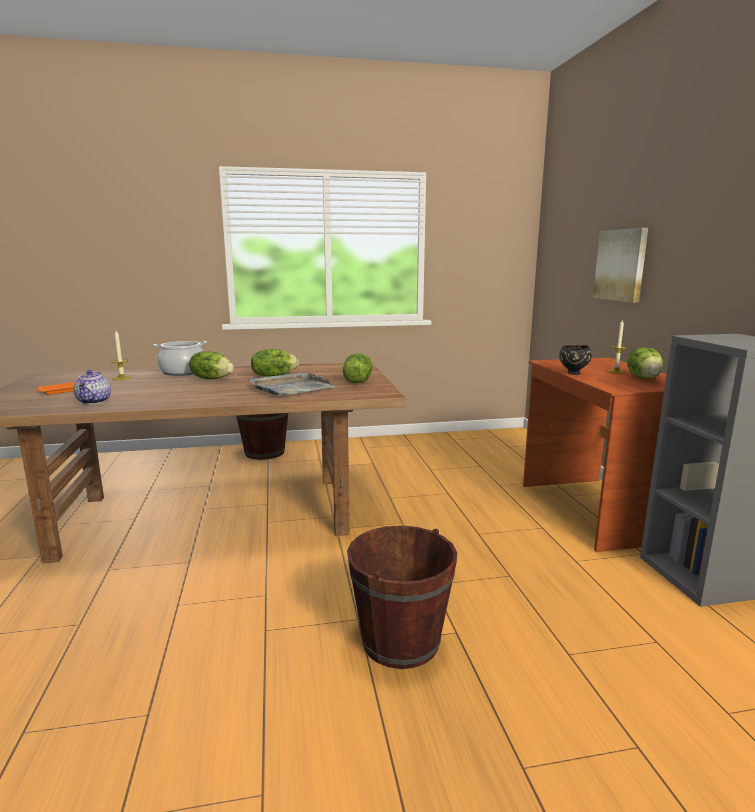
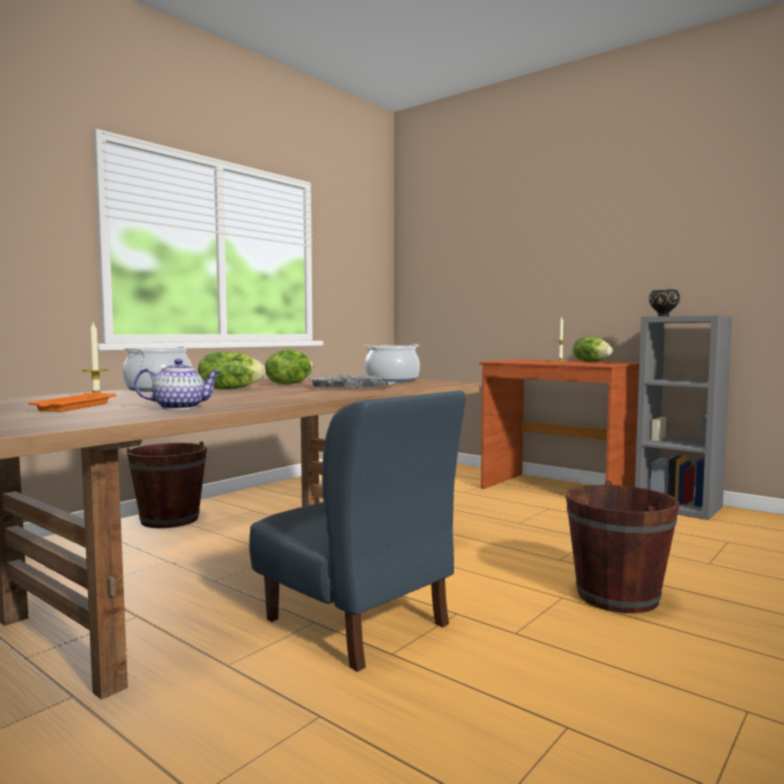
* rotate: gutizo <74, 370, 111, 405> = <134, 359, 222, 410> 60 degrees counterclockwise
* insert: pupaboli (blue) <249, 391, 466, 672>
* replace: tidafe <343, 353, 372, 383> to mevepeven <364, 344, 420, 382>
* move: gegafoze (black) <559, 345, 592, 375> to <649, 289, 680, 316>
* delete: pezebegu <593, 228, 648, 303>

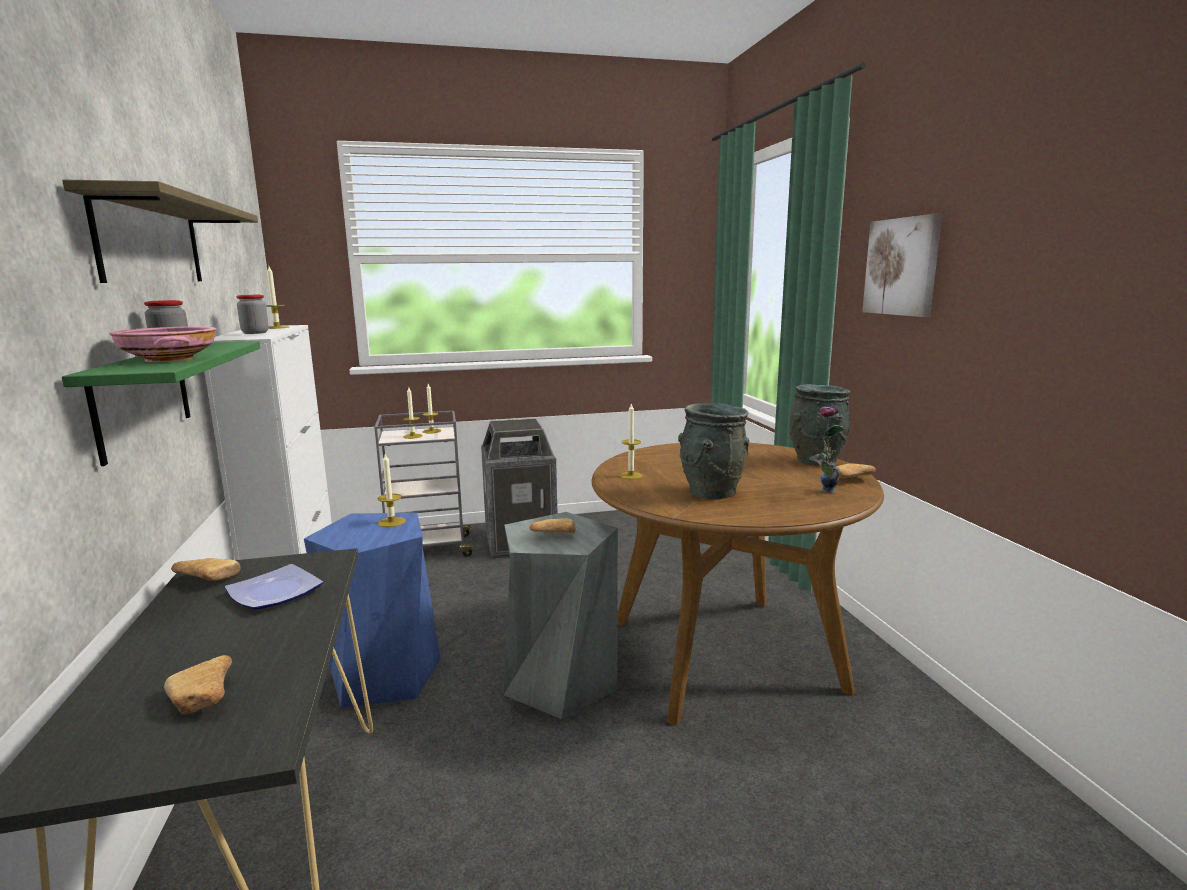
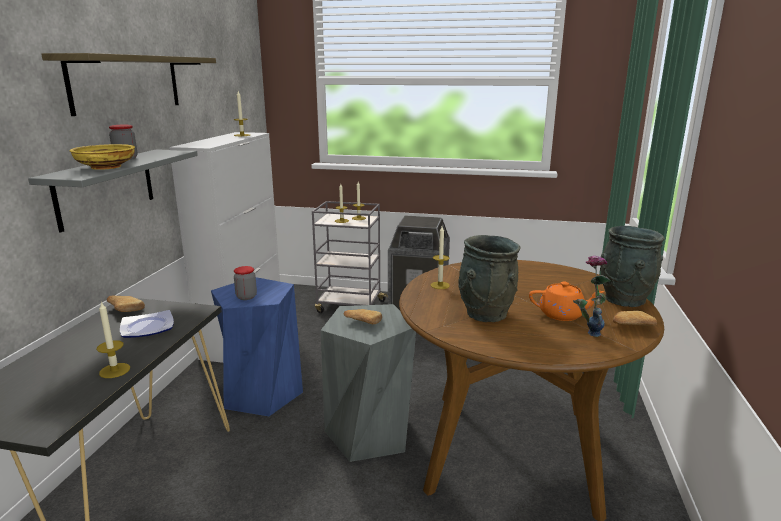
* recolor: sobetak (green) <62, 341, 261, 466> to sobetak (grey) <28, 149, 198, 233>
* recolor: gegafoze (pink) <109, 326, 216, 362> to gegafoze (yellow) <70, 144, 135, 170>
* move: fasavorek <377, 454, 406, 527> to <96, 301, 130, 378>
* move: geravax <237, 295, 269, 334> to <234, 266, 257, 300>
* insert: gutizo (orange) <529, 282, 604, 321>
* delete: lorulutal <164, 655, 232, 715>
* delete: pezebegu <862, 214, 942, 317>

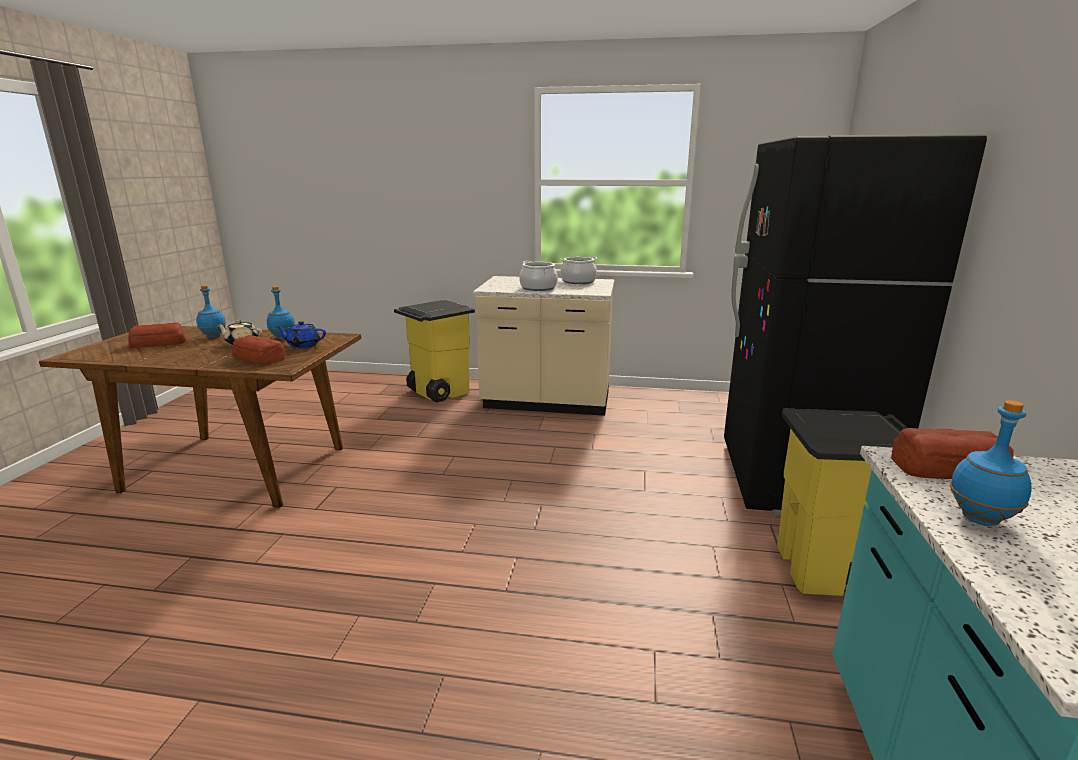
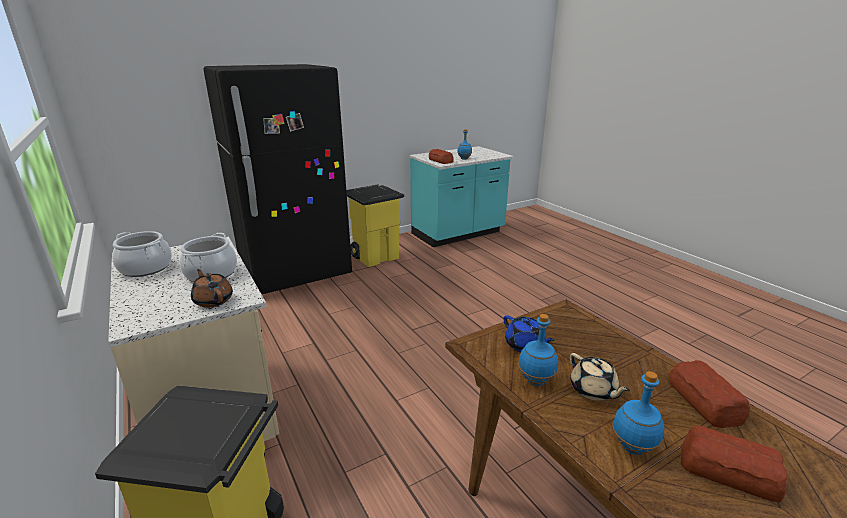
* insert: gutizo (brown) <191, 269, 233, 308>
* move: lorulutal <232, 335, 286, 365> to <669, 360, 750, 428>

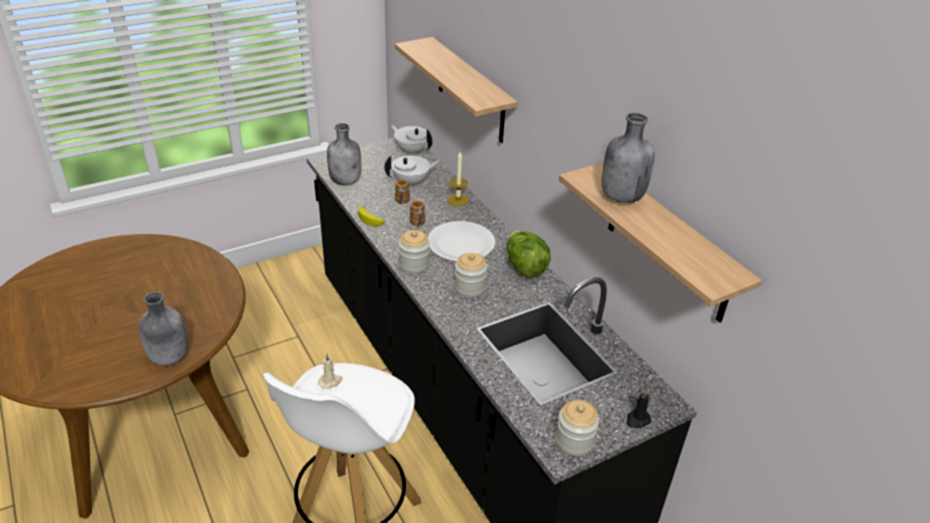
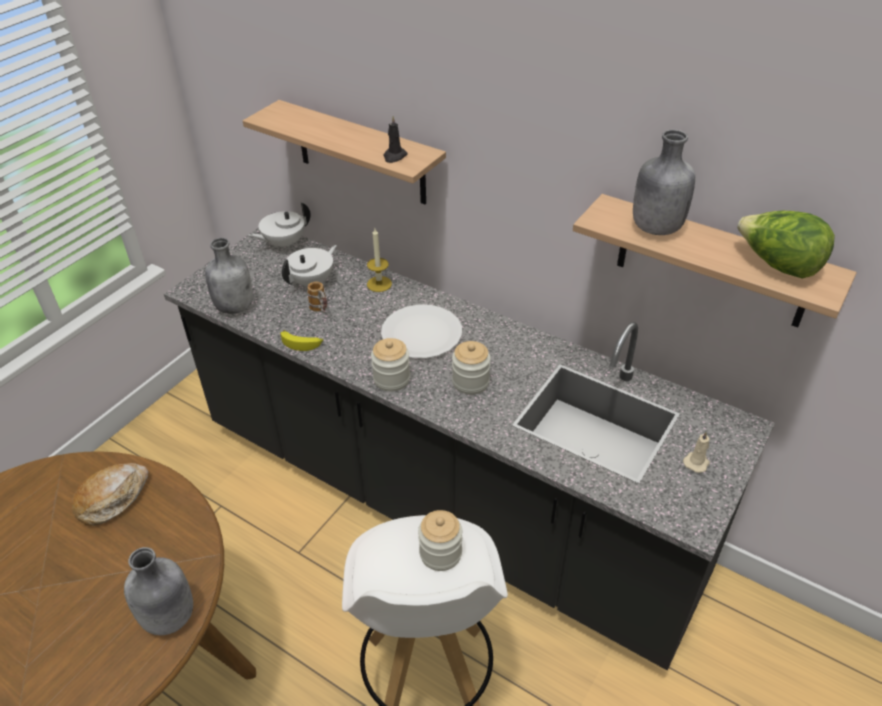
* insert: lorulutal <72, 463, 149, 526>
* rotate: gutizo (white) <391, 125, 432, 155> = <248, 202, 311, 249> 45 degrees counterclockwise
* move: fasavorek (black) <626, 390, 651, 428> to <383, 116, 407, 163>
* move: geravax <555, 400, 599, 456> to <418, 510, 462, 571>
* move: fasavorek (beige) <318, 354, 343, 389> to <683, 431, 710, 473>
* move: tidafe <507, 230, 551, 277> to <737, 211, 835, 278>
* delete: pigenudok <409, 201, 425, 227>

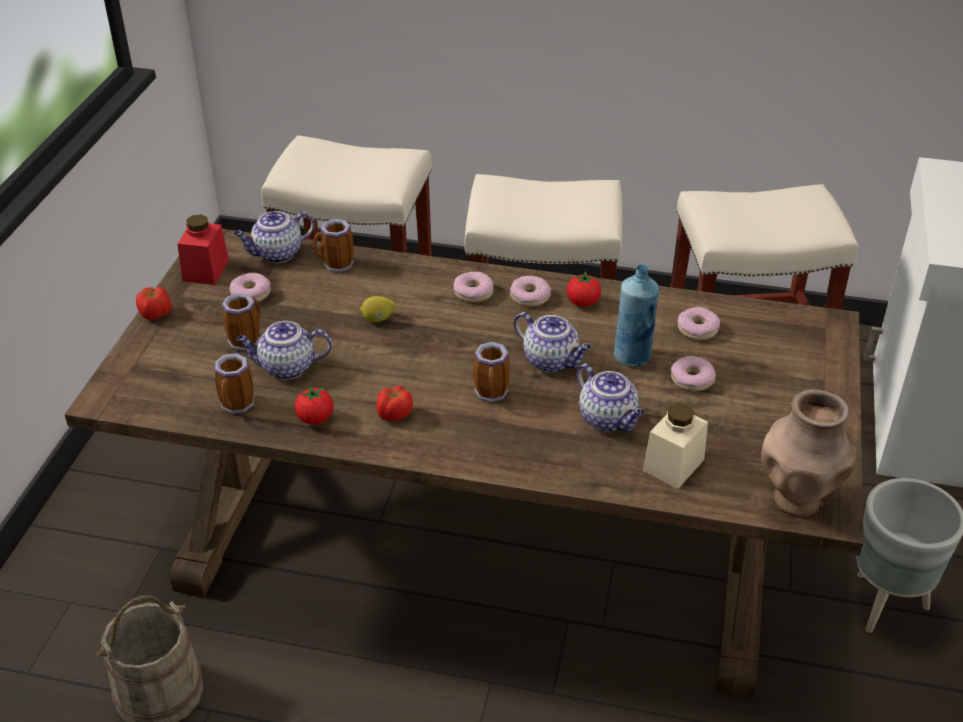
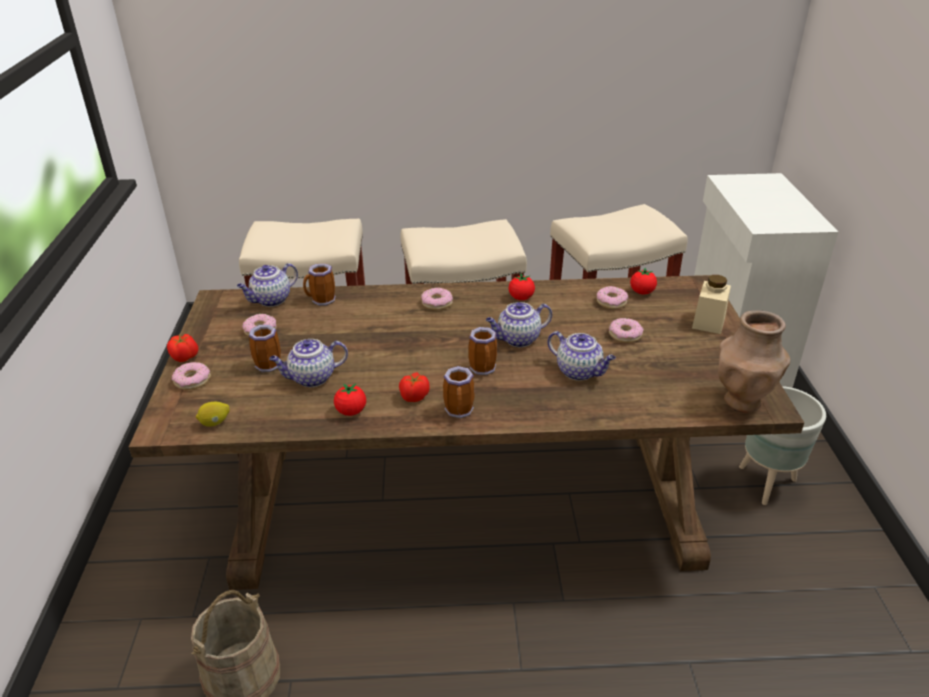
* move: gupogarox <510, 276, 551, 307> to <172, 362, 211, 390>
* move: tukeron <360, 296, 395, 322> to <196, 402, 230, 427>
* move: pigenudok <215, 353, 254, 414> to <443, 366, 474, 419>
* rotate: gutizo <514, 312, 591, 372> = <486, 302, 552, 347> 135 degrees clockwise
* insert: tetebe <630, 268, 657, 295>
* move: geravax (beige) <643, 403, 708, 489> to <692, 275, 731, 334>
* delete: geravax (red) <177, 214, 229, 285>
* delete: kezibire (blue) <614, 265, 659, 366>

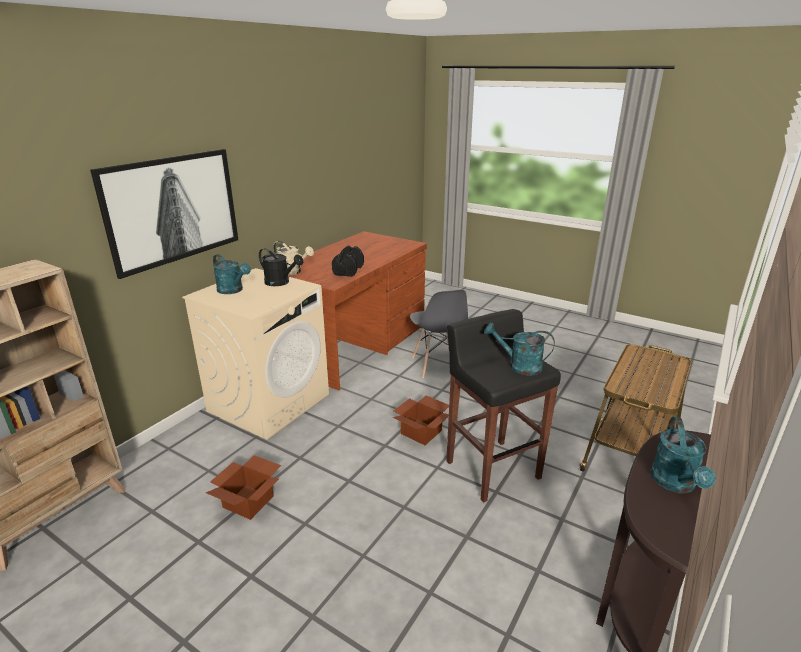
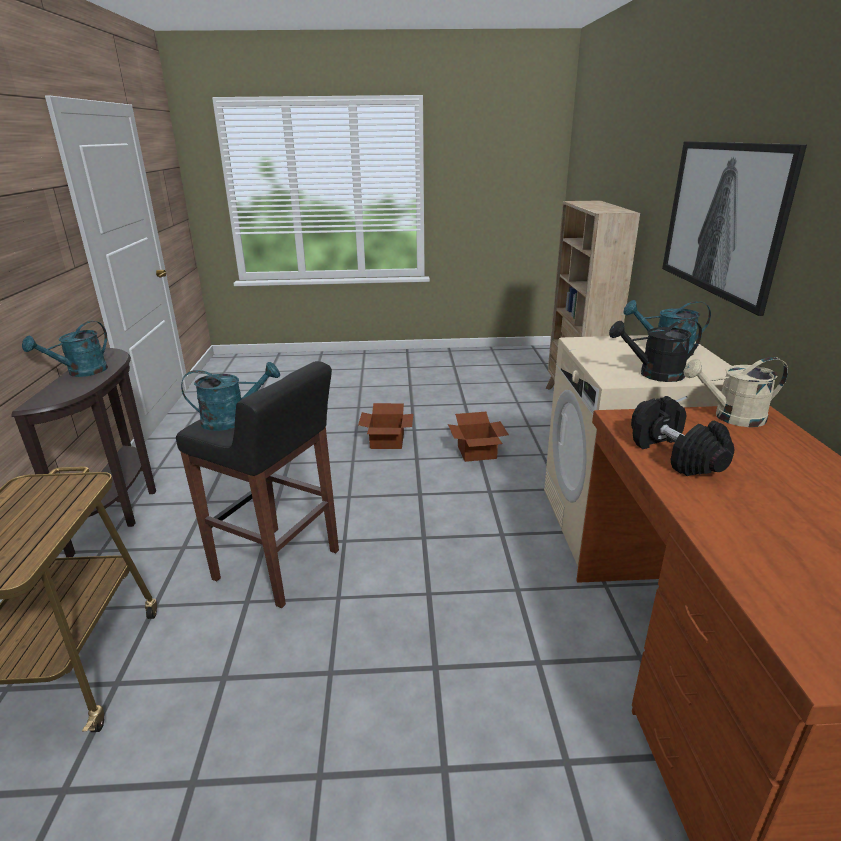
* rotate: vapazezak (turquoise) <650, 417, 716, 494> = <22, 321, 108, 377> 120 degrees counterclockwise
* move: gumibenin <392, 396, 449, 445> to <358, 403, 413, 449>
* delete: pupaboli (grey) <410, 290, 468, 378>

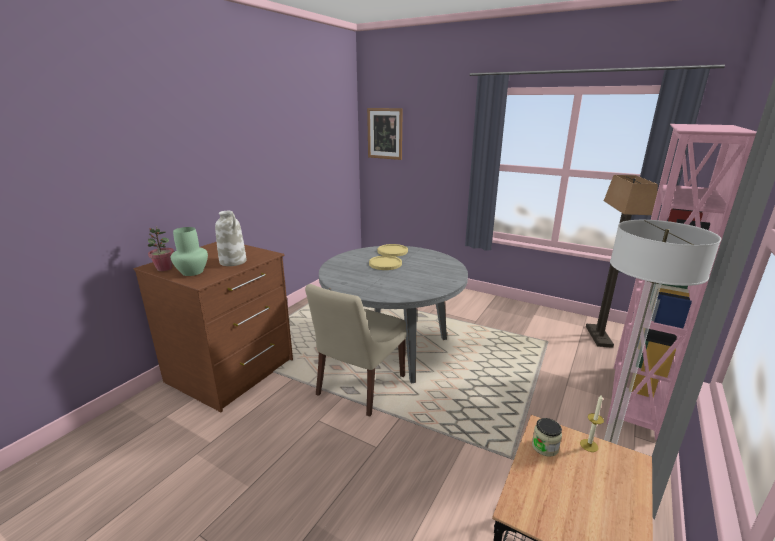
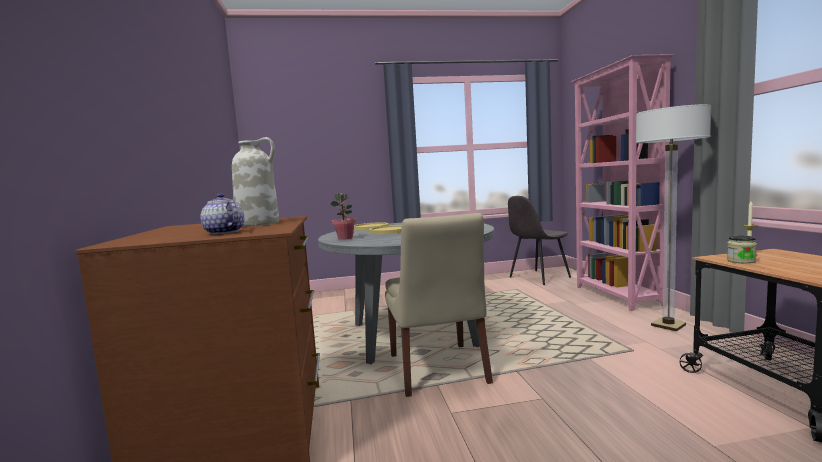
* replace: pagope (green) <171, 227, 208, 276> to gutizo <200, 194, 244, 235>
* move: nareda <148, 227, 174, 271> to <330, 193, 356, 240>
* replace: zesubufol <586, 175, 658, 348> to pupaboli (grey) <508, 196, 571, 285>
* delete: pezebegu <367, 108, 403, 160>

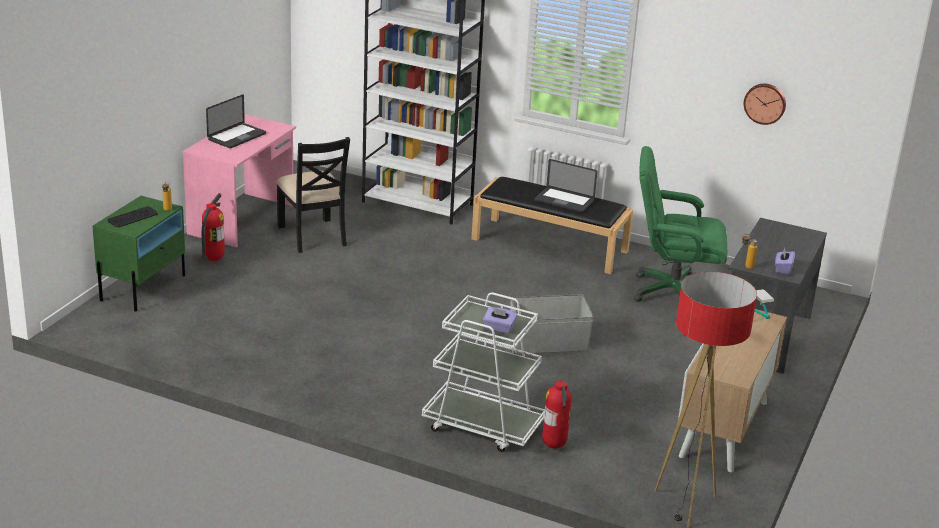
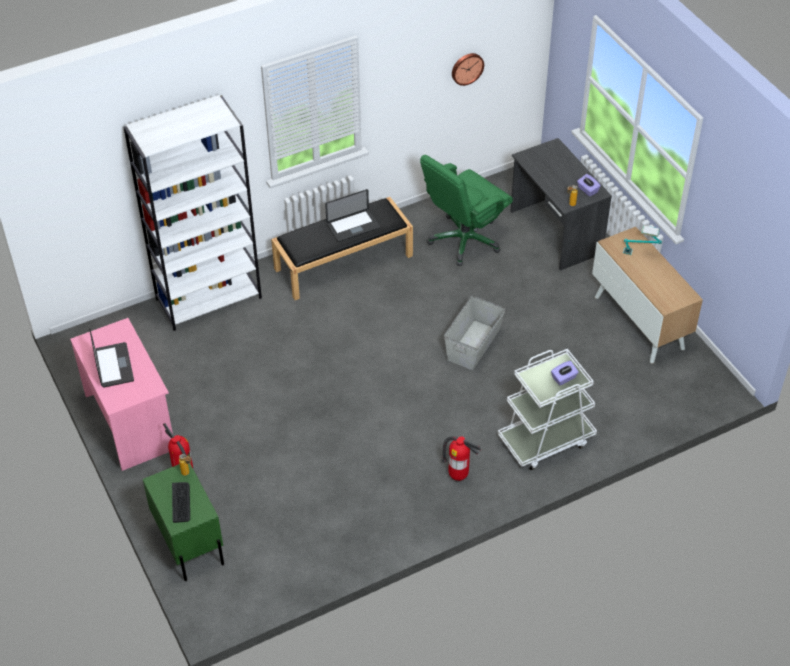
* move: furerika <542, 380, 572, 449> to <442, 436, 481, 481>
* delete: pupaboli (black) <276, 137, 350, 253>
* delete: zesubufol <654, 272, 757, 527>

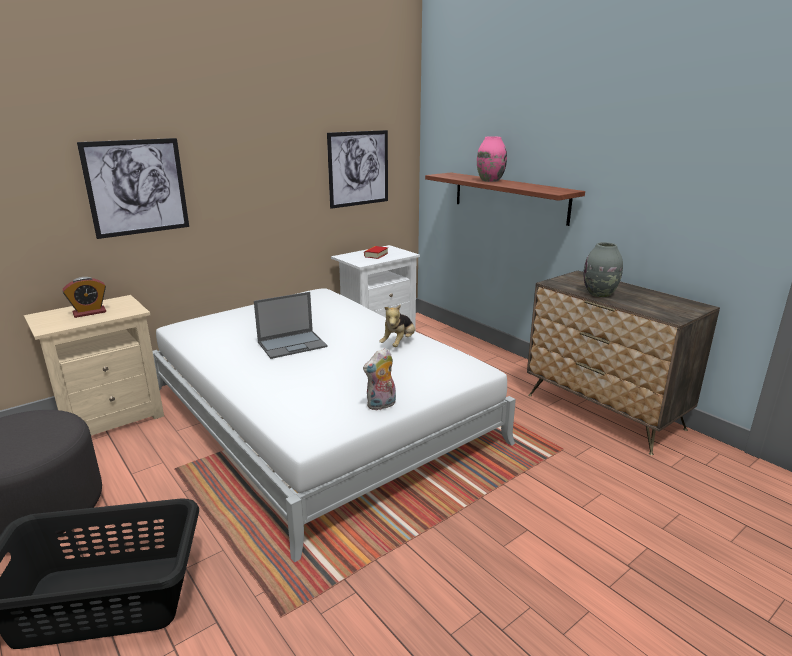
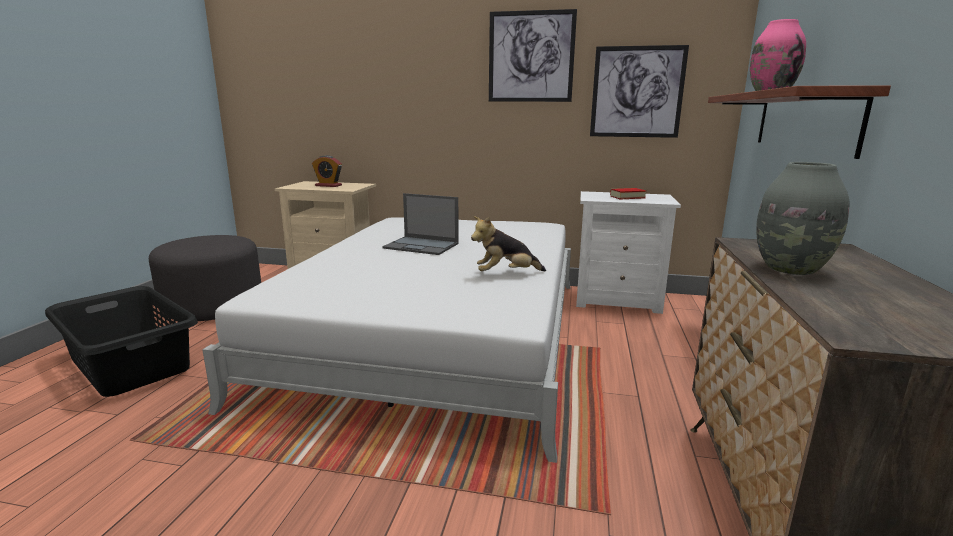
* move: pezebegu <77, 138, 189, 239> to <489, 9, 577, 102>
* delete: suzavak <363, 348, 396, 410>

